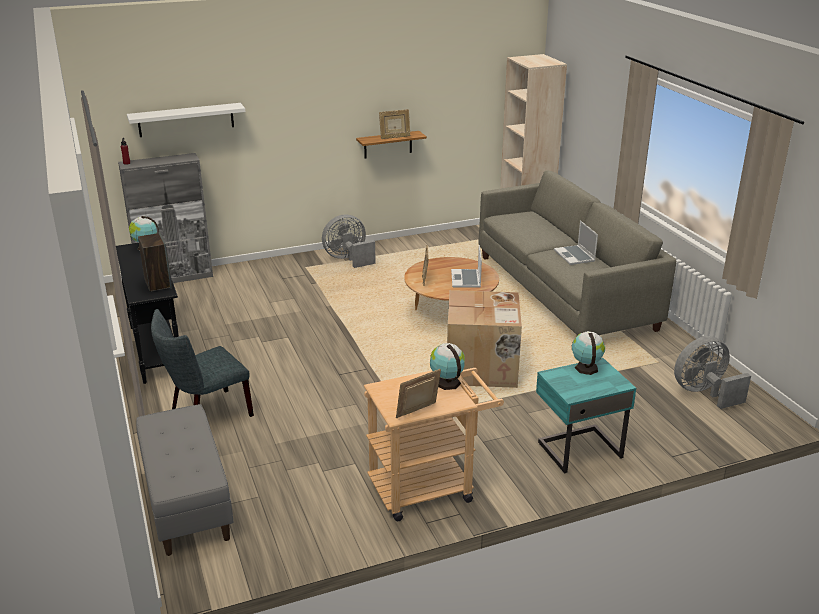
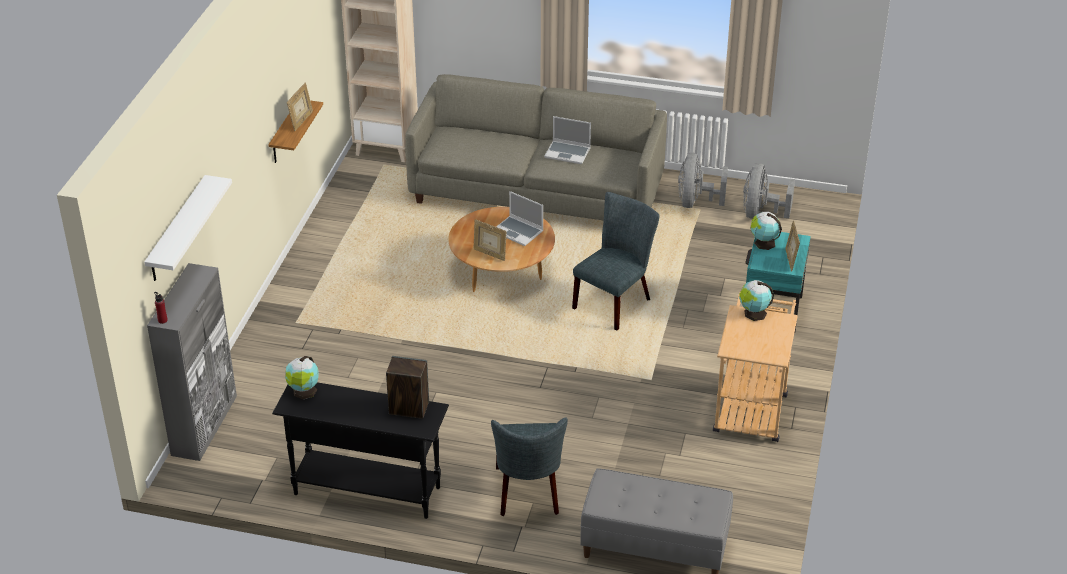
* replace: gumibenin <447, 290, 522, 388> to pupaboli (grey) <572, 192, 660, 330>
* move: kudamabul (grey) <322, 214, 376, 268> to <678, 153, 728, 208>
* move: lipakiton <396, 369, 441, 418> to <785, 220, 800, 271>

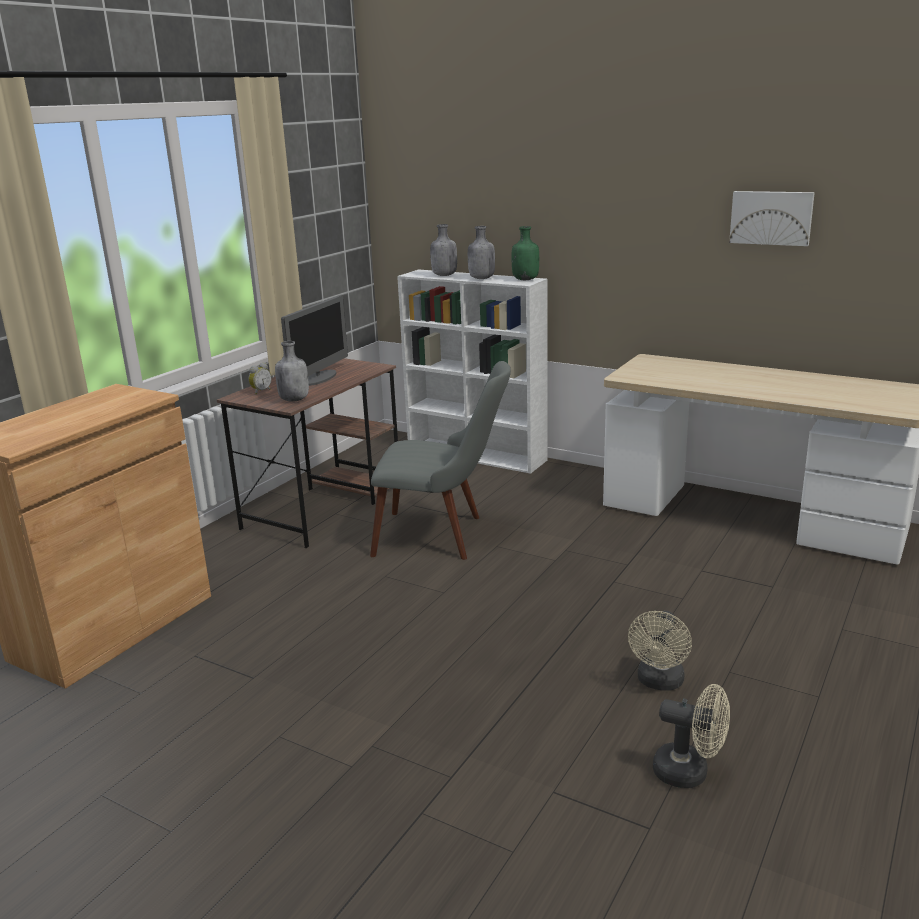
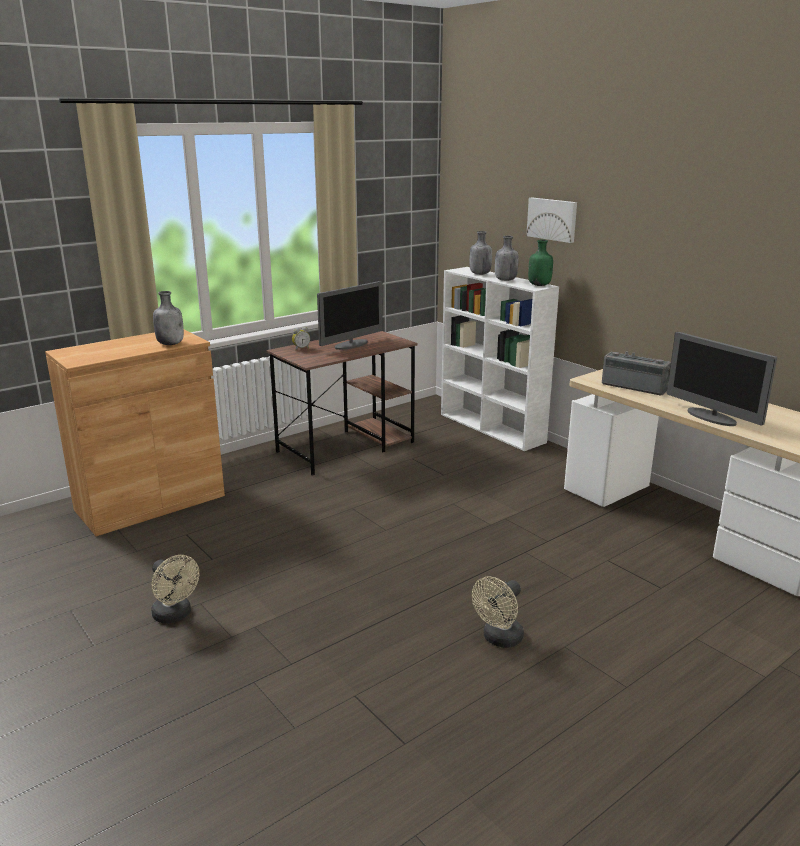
* move: kudamabul (beige) <653, 684, 730, 788> to <151, 555, 199, 624>
* move: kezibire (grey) <275, 341, 309, 402> to <153, 291, 184, 345>
* move: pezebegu <729, 191, 815, 246> to <526, 197, 577, 243>
* insert: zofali <602, 351, 671, 396>
* insert: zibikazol <667, 332, 777, 426>
* delete: pupaboli (grey) <370, 361, 511, 560>

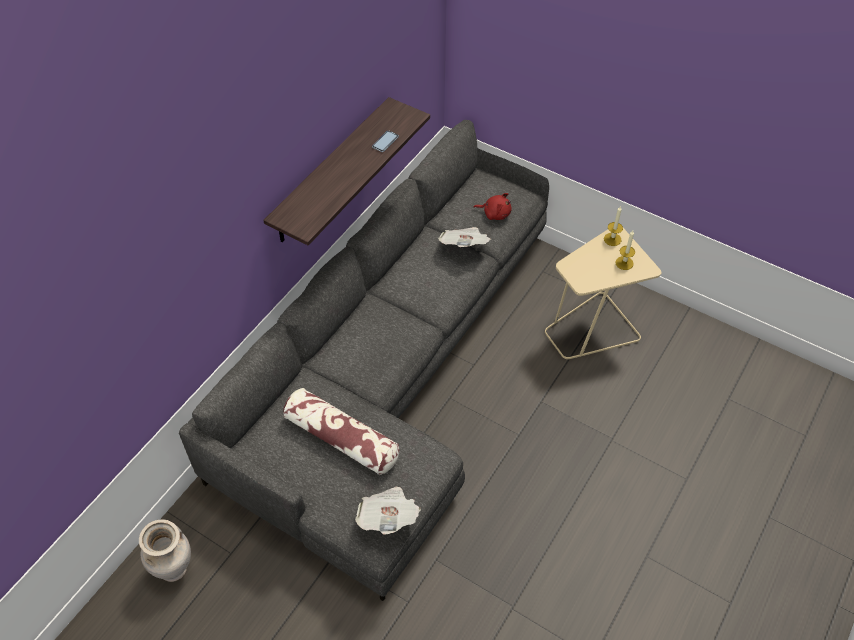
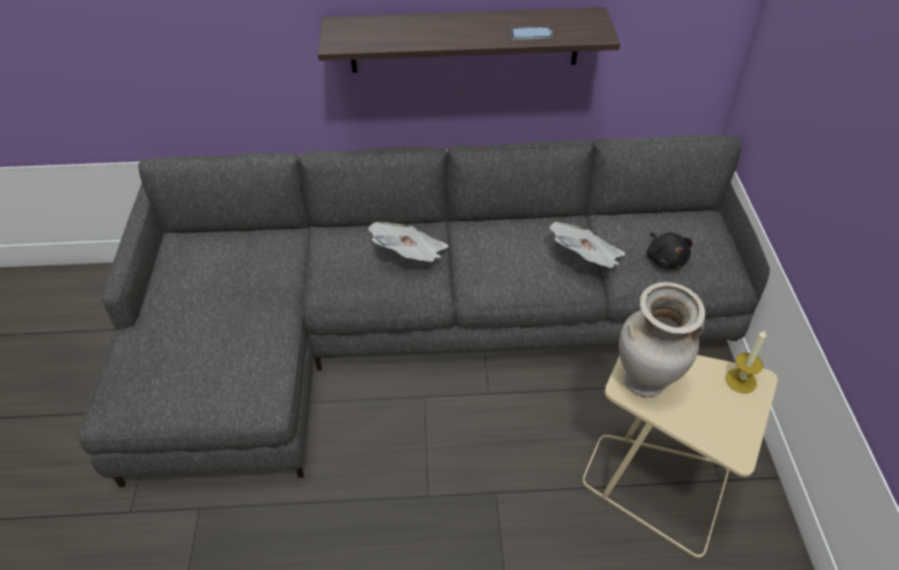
* move: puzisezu <355, 487, 421, 535> to <369, 222, 448, 262>
* move: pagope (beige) <139, 520, 191, 582> to <619, 282, 705, 397>
* recolor: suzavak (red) <474, 193, 512, 220> to suzavak (black) <647, 232, 692, 268>
* delete: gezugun <283, 388, 400, 475>
* delete: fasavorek <615, 231, 635, 270>

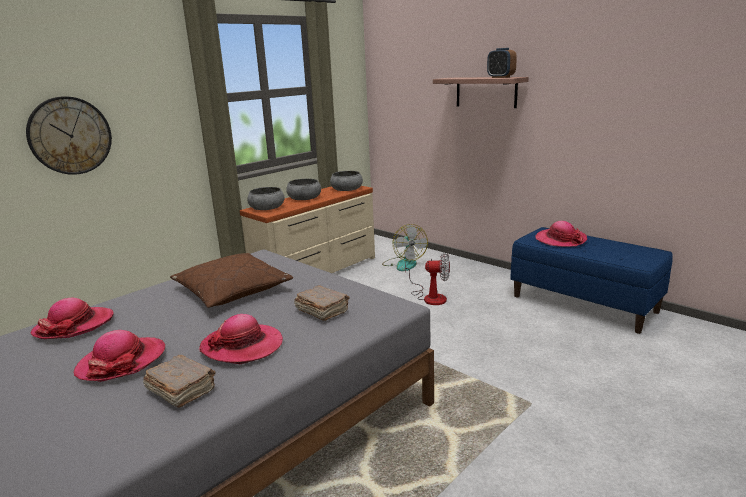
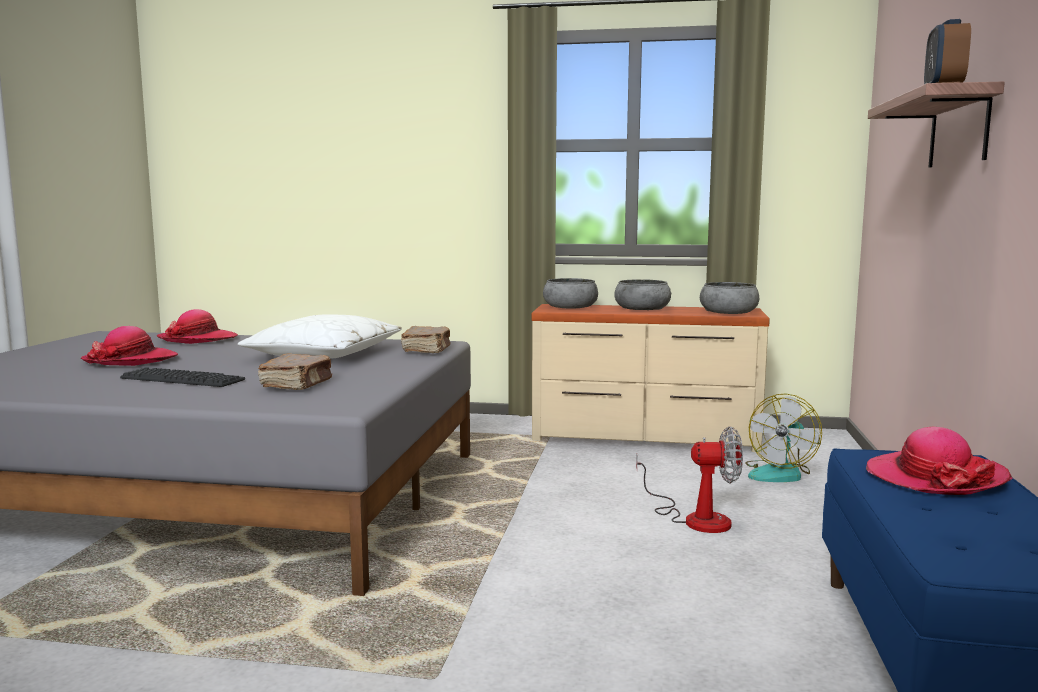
* replace: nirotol <199, 314, 283, 364> to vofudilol <120, 367, 245, 387>
* recolor: gezugun (brown) <170, 253, 293, 308> to gezugun (white) <238, 314, 402, 359>
* move: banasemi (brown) <143, 355, 216, 408> to <401, 326, 451, 353>
* rotate: kudamabul <405, 253, 450, 305> = <636, 427, 743, 533> 60 degrees counterclockwise
* delete: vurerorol <26, 96, 112, 175>

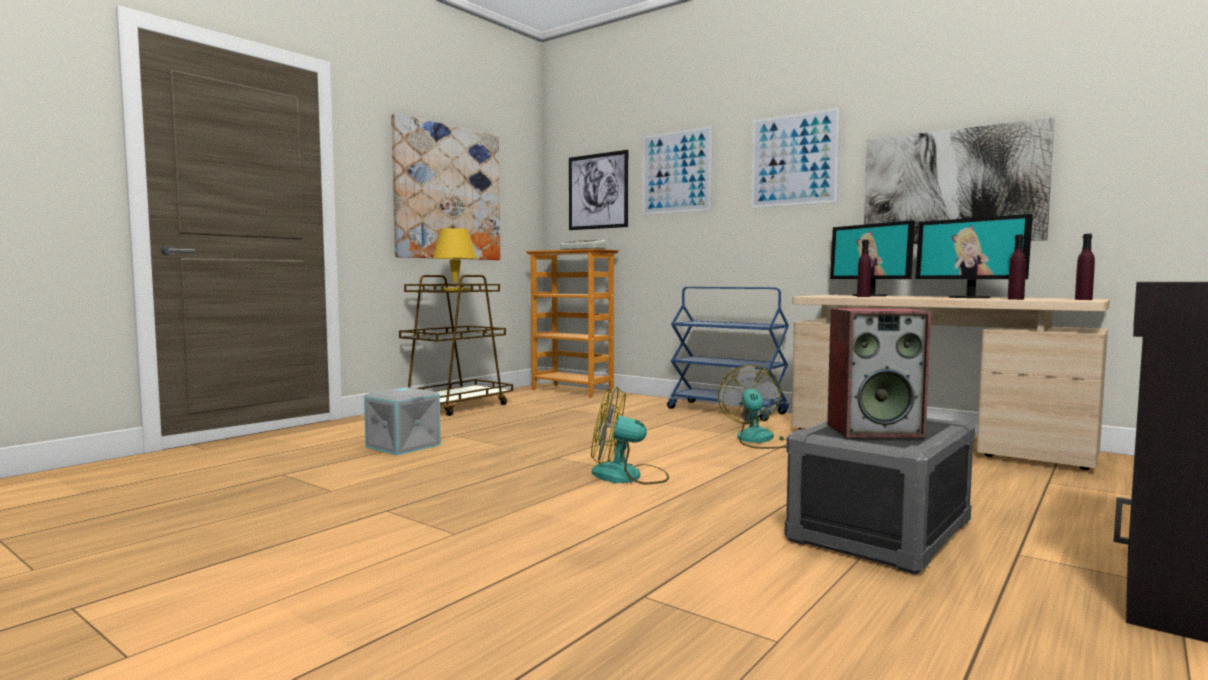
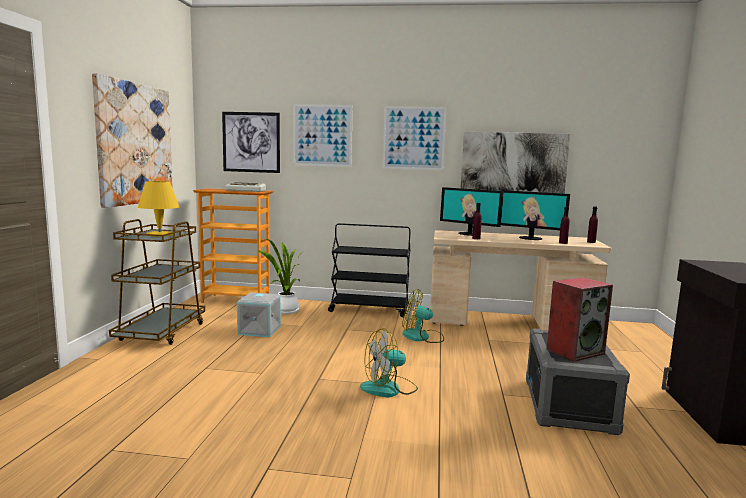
* move: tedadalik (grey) <364, 387, 441, 455> to <237, 292, 281, 337>
* insert: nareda <258, 239, 303, 314>
* recolor: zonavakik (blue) <667, 287, 789, 421> to zonavakik (black) <328, 223, 410, 317>
* rotate: kudamabul <718, 365, 787, 449> = <402, 289, 444, 343> 45 degrees counterclockwise

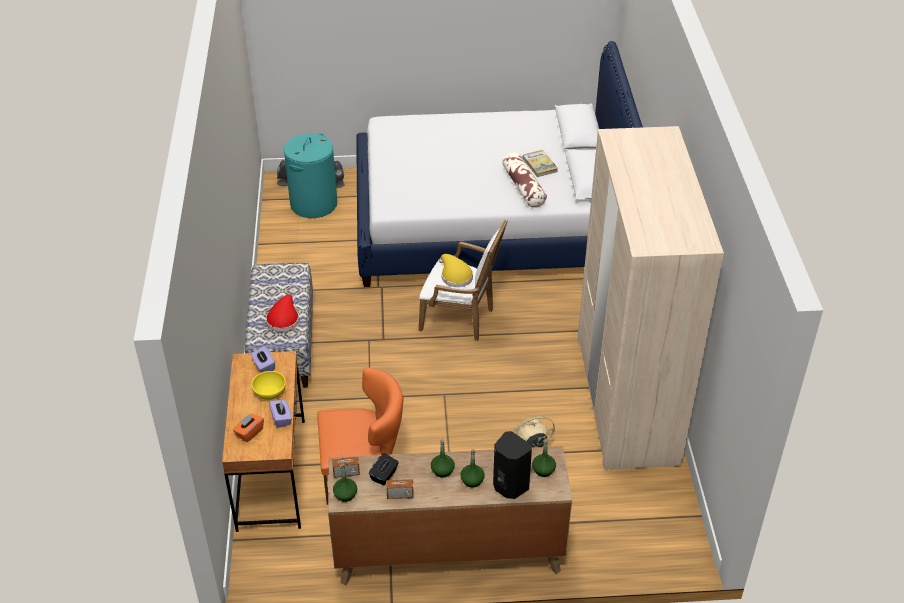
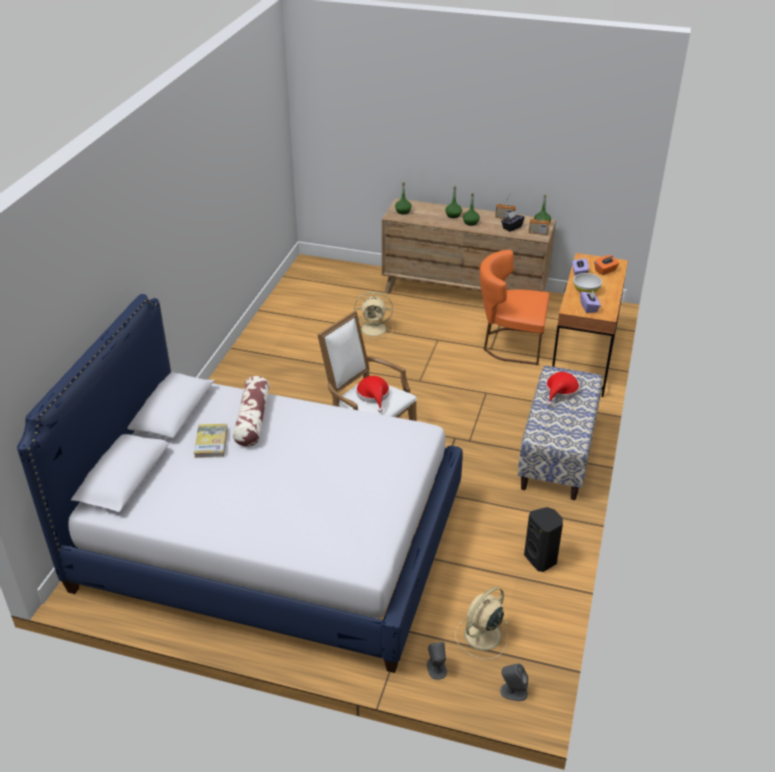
* recolor: nirotol (yellow) <439, 254, 473, 287> to nirotol (red) <356, 376, 389, 413>
* replace: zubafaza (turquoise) <283, 133, 337, 218> to kudamabul (beige) <455, 587, 509, 660>
* move: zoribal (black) <493, 431, 532, 499> to <524, 507, 563, 572>
* recolor: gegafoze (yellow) <252, 371, 286, 400> to gegafoze (white) <573, 273, 602, 293>
* delete: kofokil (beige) <578, 126, 724, 470>

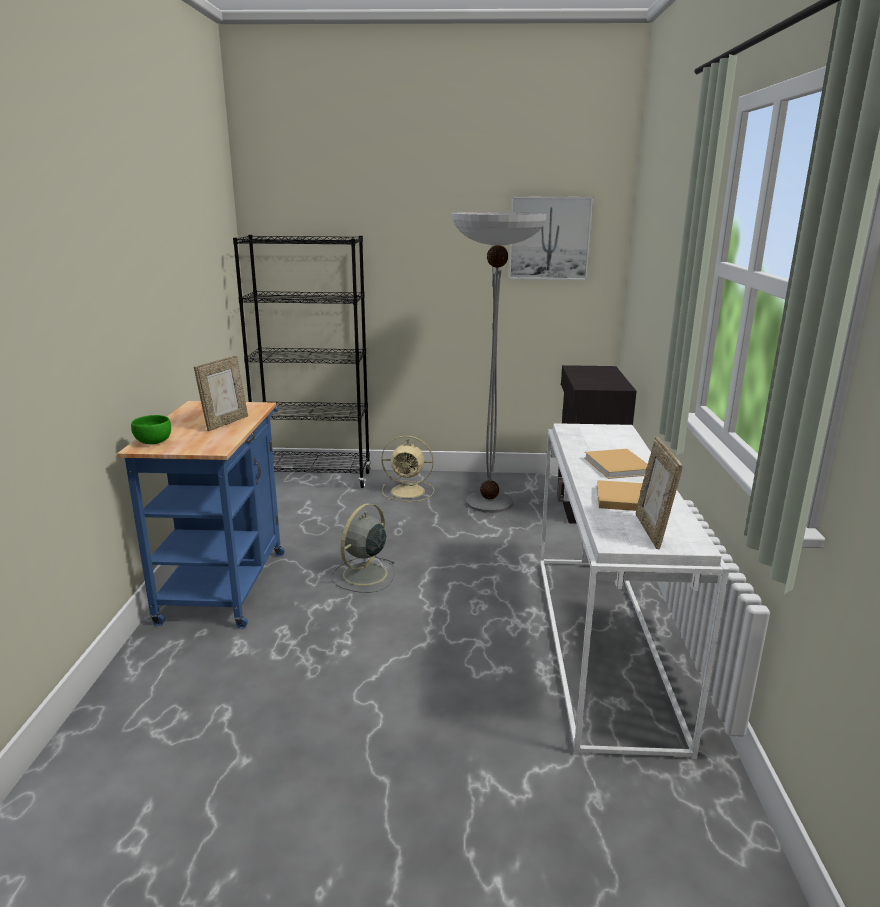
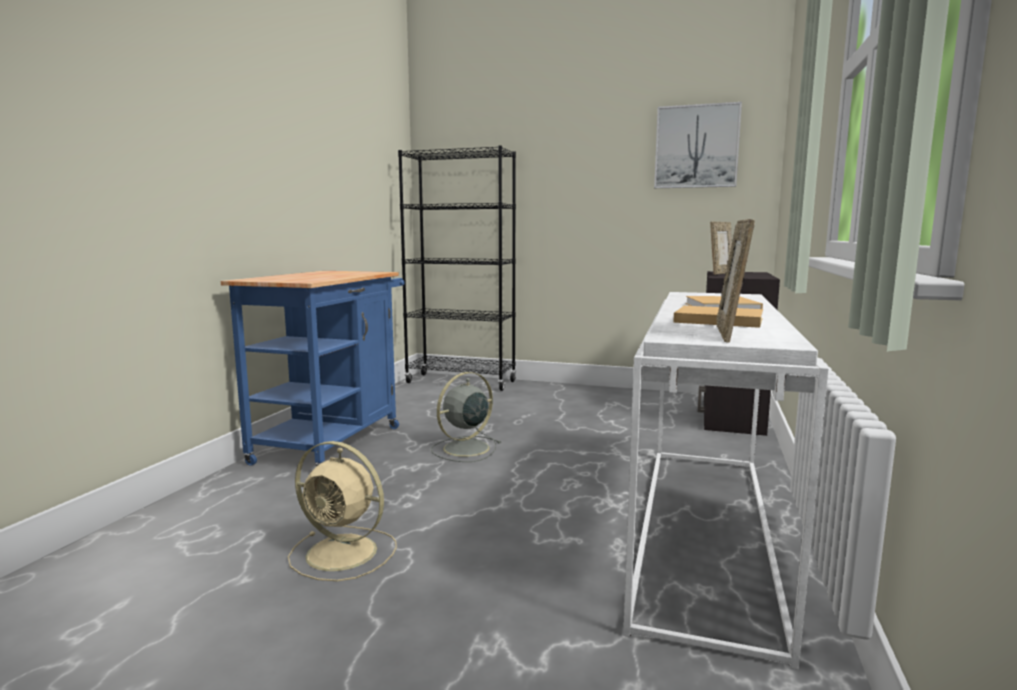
* move: kudamabul (beige) <381, 435, 434, 502> to <288, 441, 397, 581>
* move: lipakiton <194, 355, 248, 431> to <710, 222, 732, 275>
* delete: gegafoze (green) <131, 415, 171, 444>
* delete: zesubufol <451, 212, 547, 513>

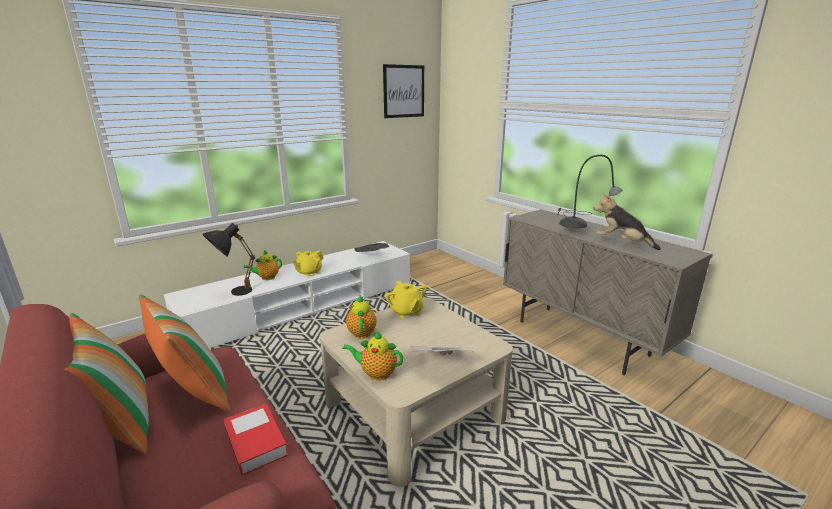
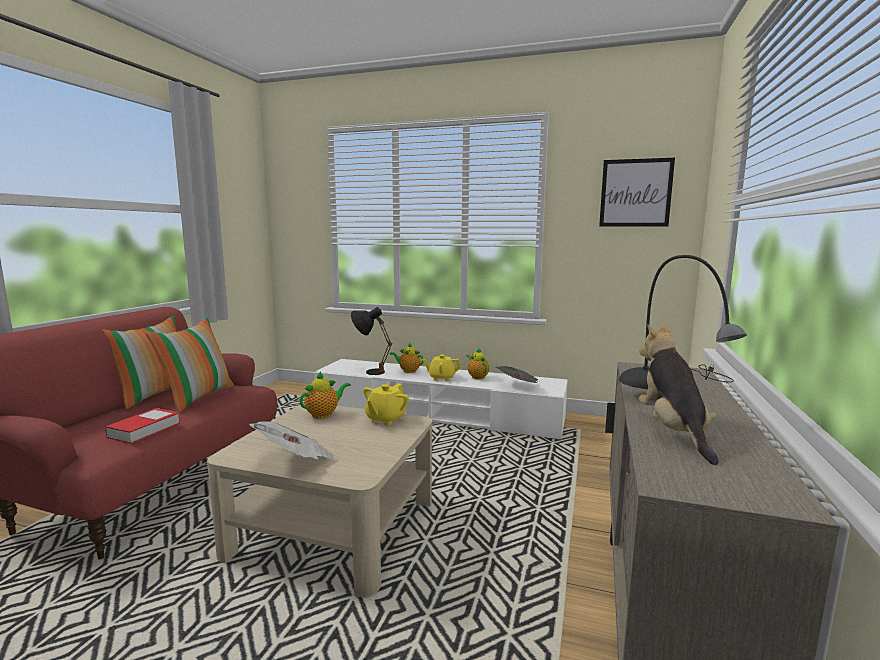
* move: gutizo <342, 331, 403, 381> to <467, 347, 489, 380>

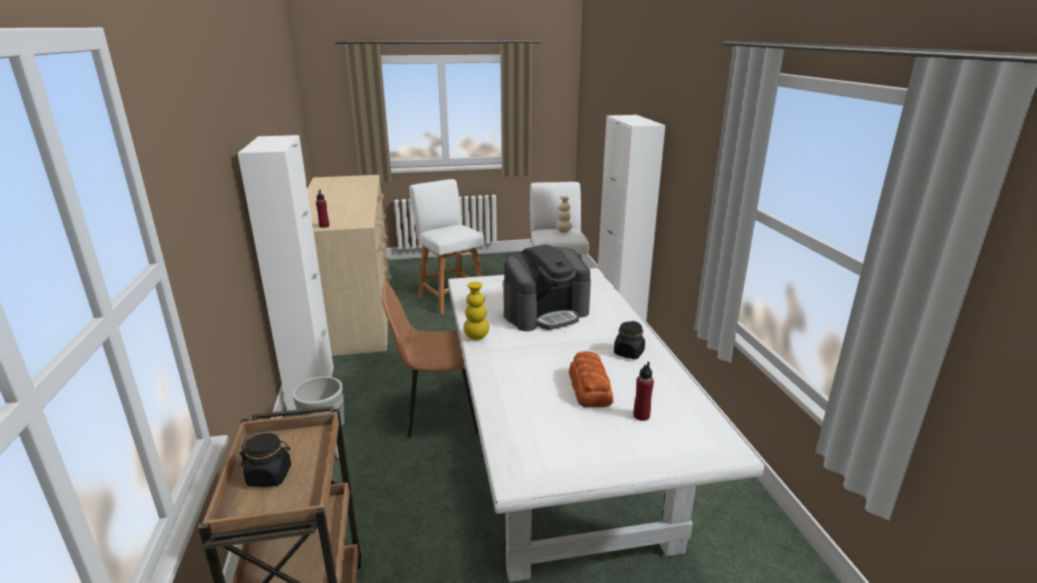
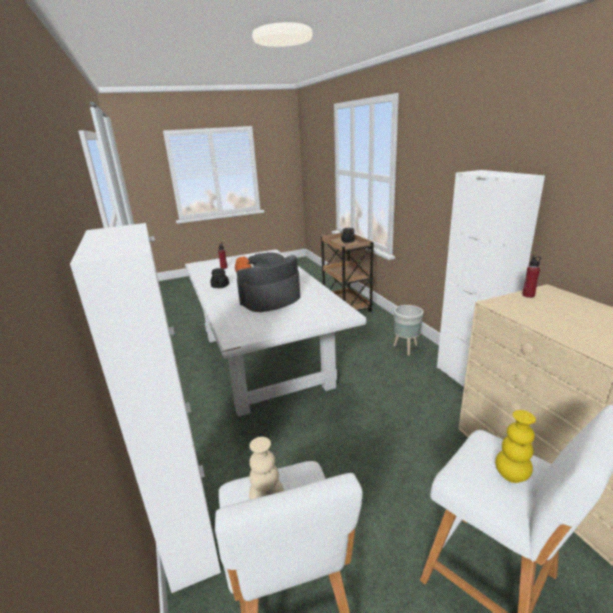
* move: pagope (yellow) <464, 282, 489, 340> to <495, 410, 536, 483>
* delete: pupaboli (brown) <381, 281, 479, 438>

